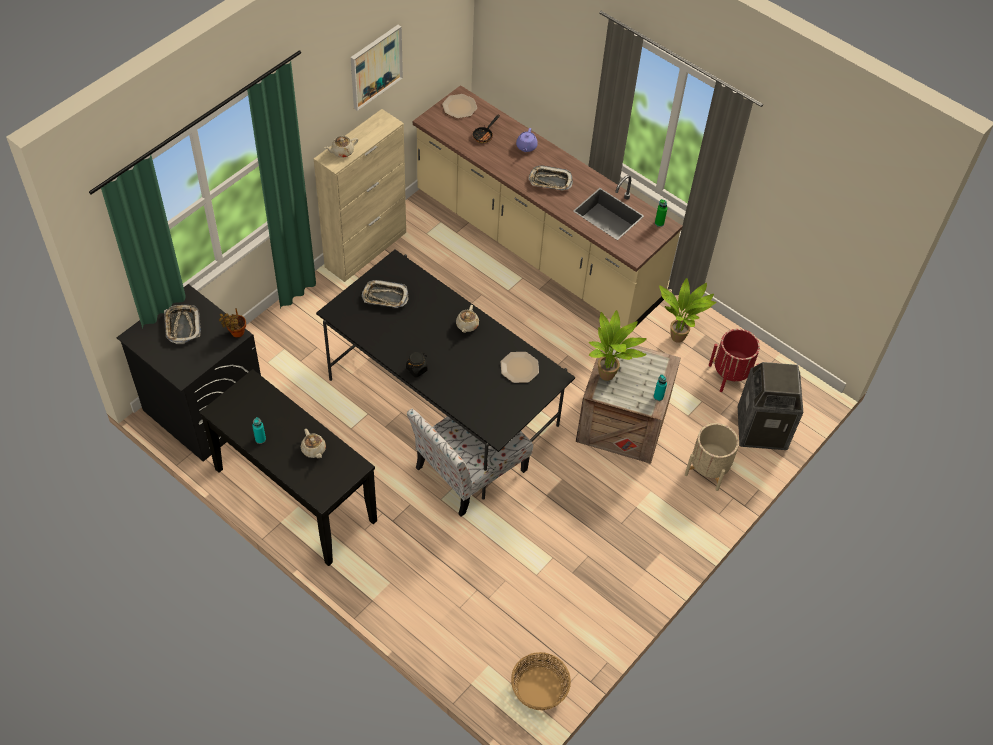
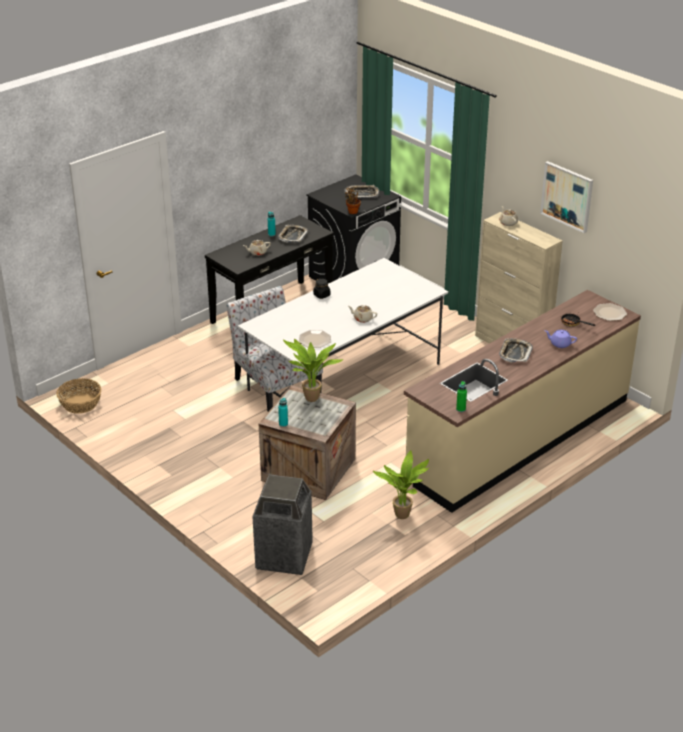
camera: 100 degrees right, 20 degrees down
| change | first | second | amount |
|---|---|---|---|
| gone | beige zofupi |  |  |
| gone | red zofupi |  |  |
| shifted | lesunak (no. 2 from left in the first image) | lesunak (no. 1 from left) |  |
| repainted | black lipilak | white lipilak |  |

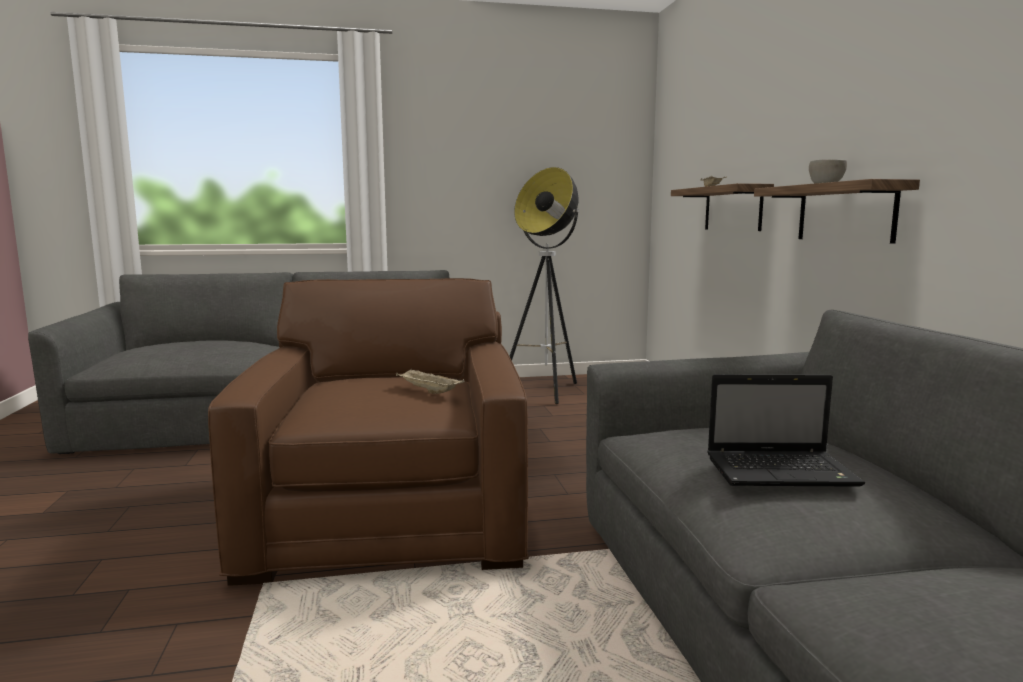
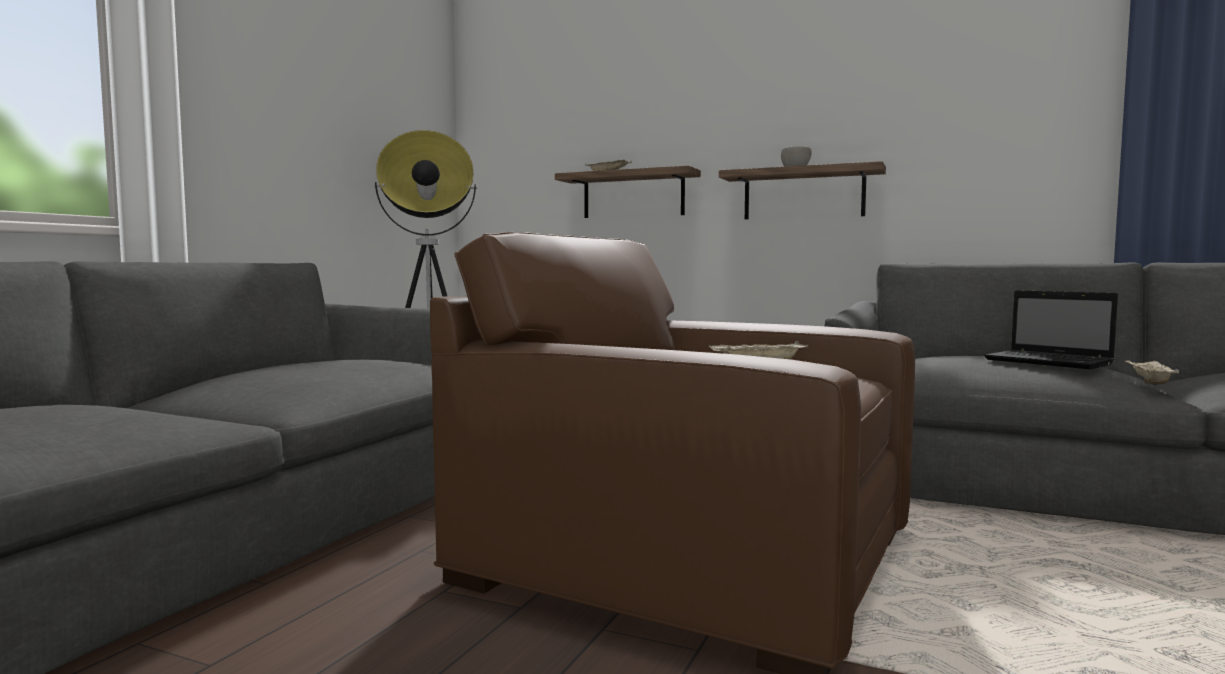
camera: 55 degrees left, 5 degrees down
| change | first | second | amount |
|---|---|---|---|
| new |  | beige lesunak (no. 3 from left) |  |
| rotated | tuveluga |  | 105 degrees clockwise |

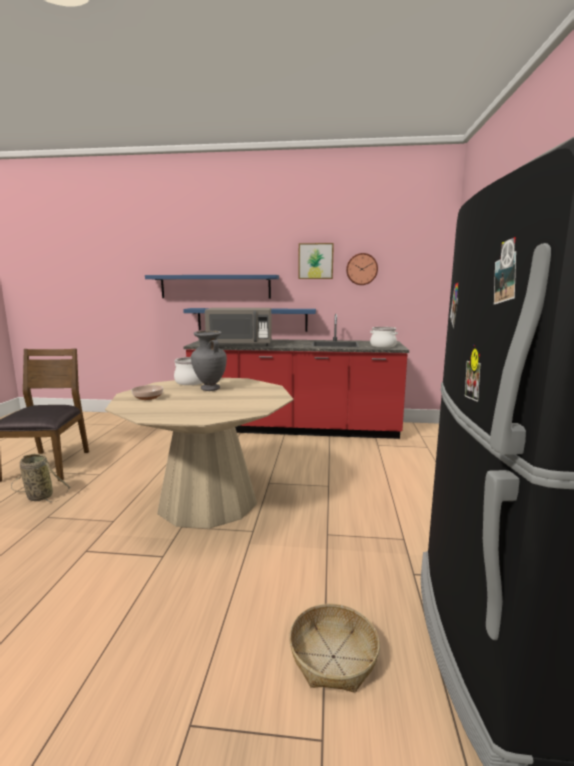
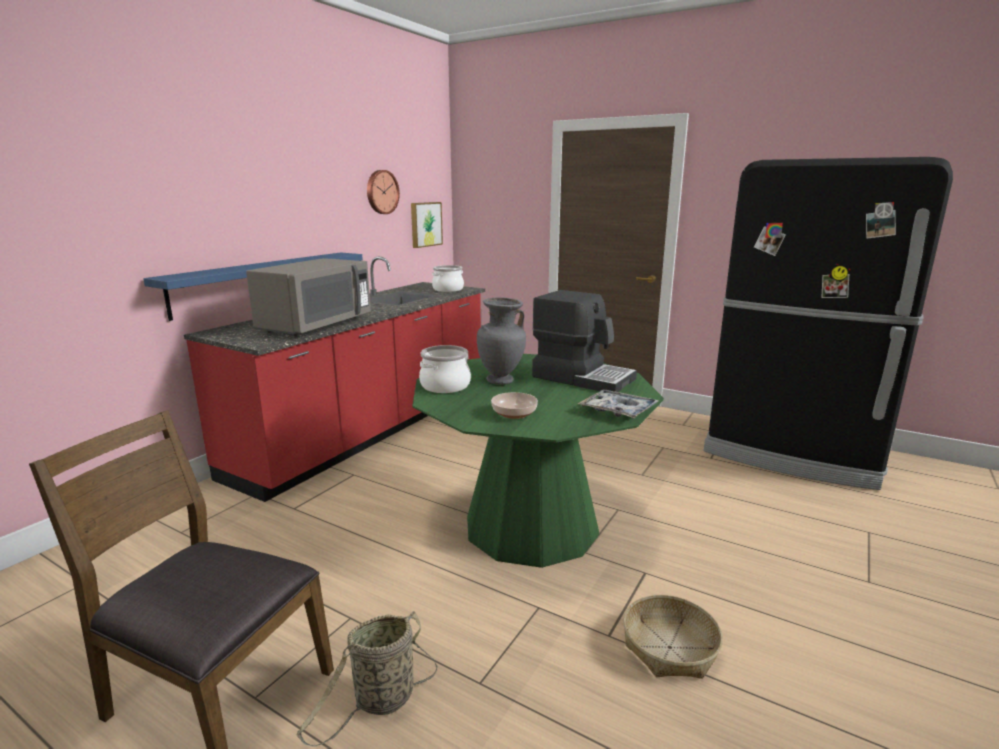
camera: 65 degrees left, 5 degrees up
| change | first | second | amount |
|---|---|---|---|
| gone | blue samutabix (no. 1 from left) |  |  |
| new |  | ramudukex |  |
| new |  | lesunak |  |
| shifted | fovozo (no. 2 from left) |  |  |
| shifted | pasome |  |  |
| repainted | beige lipilak | green lipilak |  |

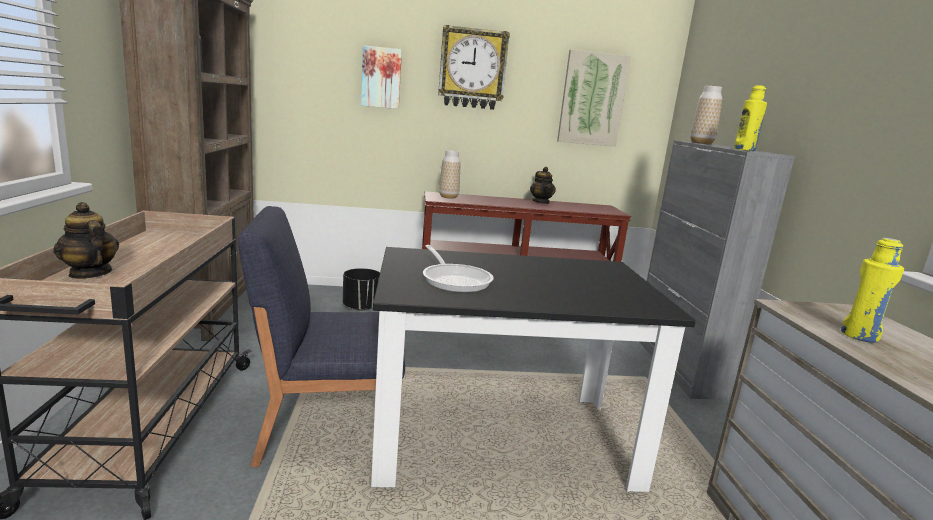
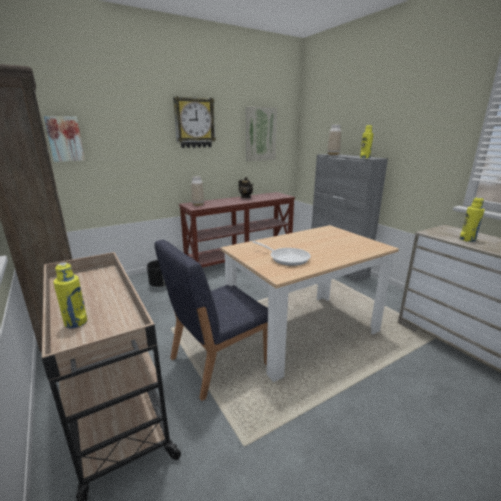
camera: 25 degrees left, 5 degrees up
| change | first | second | amount |
|---|---|---|---|
| shifted | pasome (no. 1 from left) |  |  |
| swapped | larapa (no. 1 from left) | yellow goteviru (no. 1 from left) |  |
| repainted | black lipilak | beige lipilak |  |

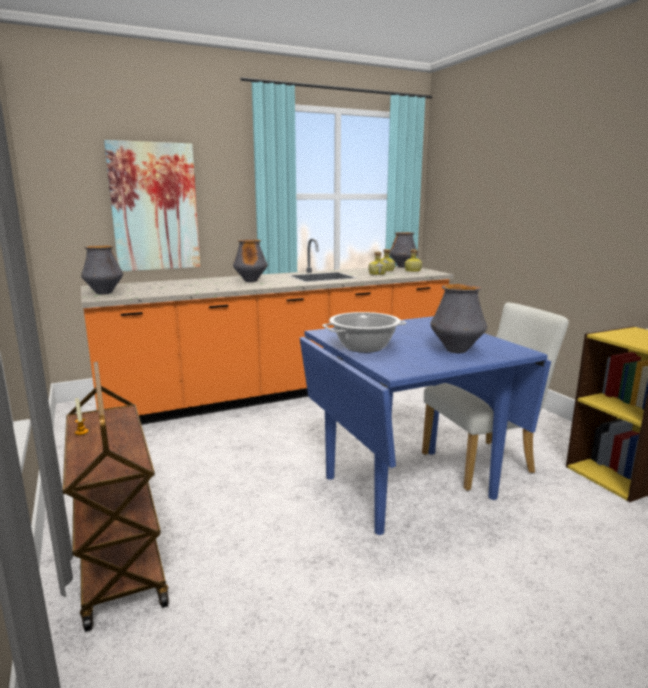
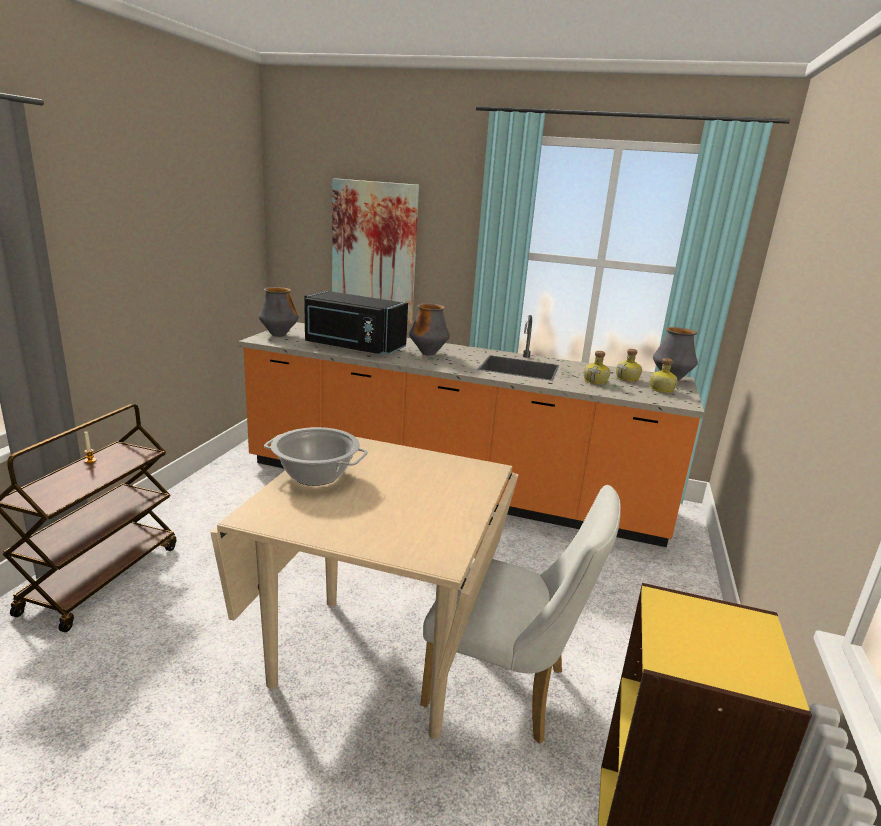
camera: 40 degrees right, 5 degrees up
| change | first | second | amount |
|---|---|---|---|
| gone | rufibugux (no. 4 from left) |  |  |
| new |  | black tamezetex |  |
| repainted | blue lipilak | beige lipilak |  |

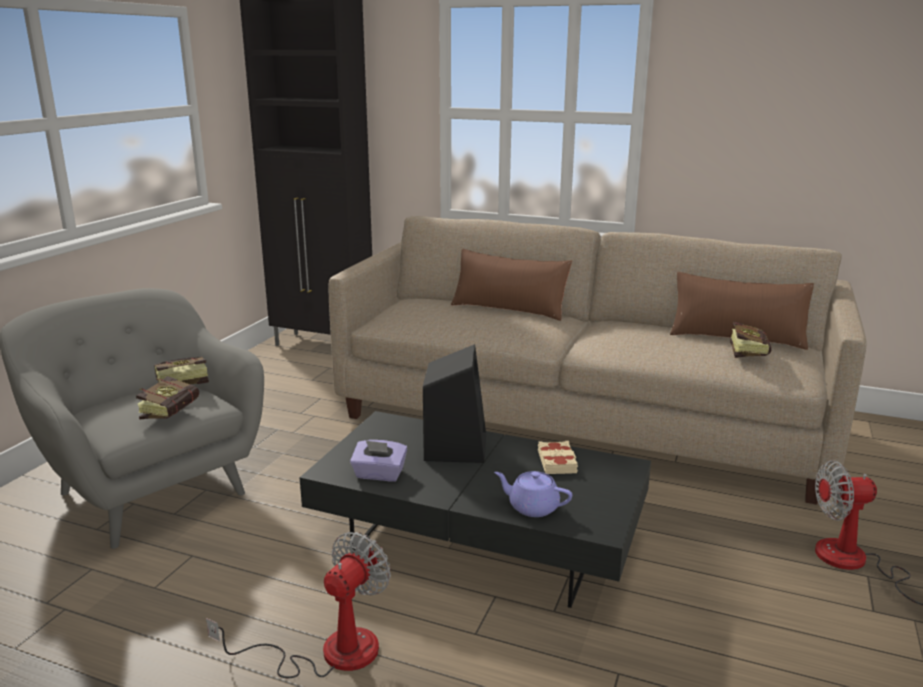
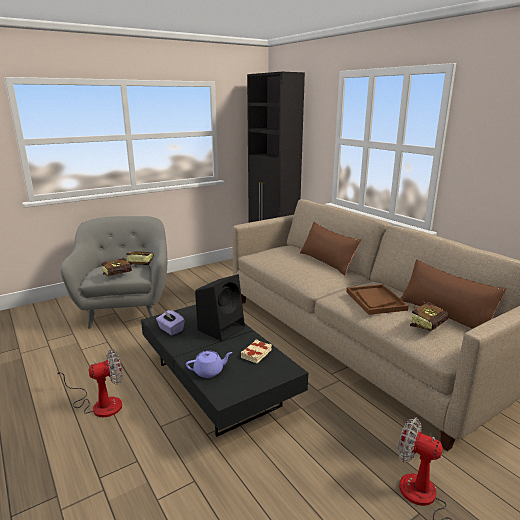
camera: 35 degrees right, 0 degrees up
| change | first | second | amount |
|---|---|---|---|
| new |  | brown lesunak |  |
| rotated | purple larapa |  | 105 degrees clockwise |

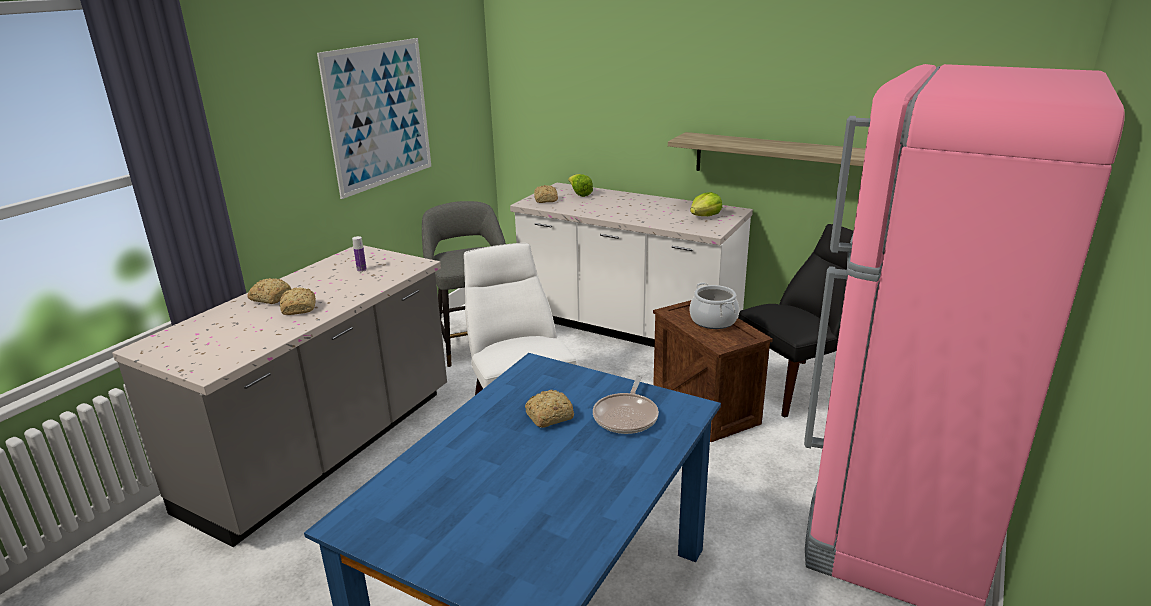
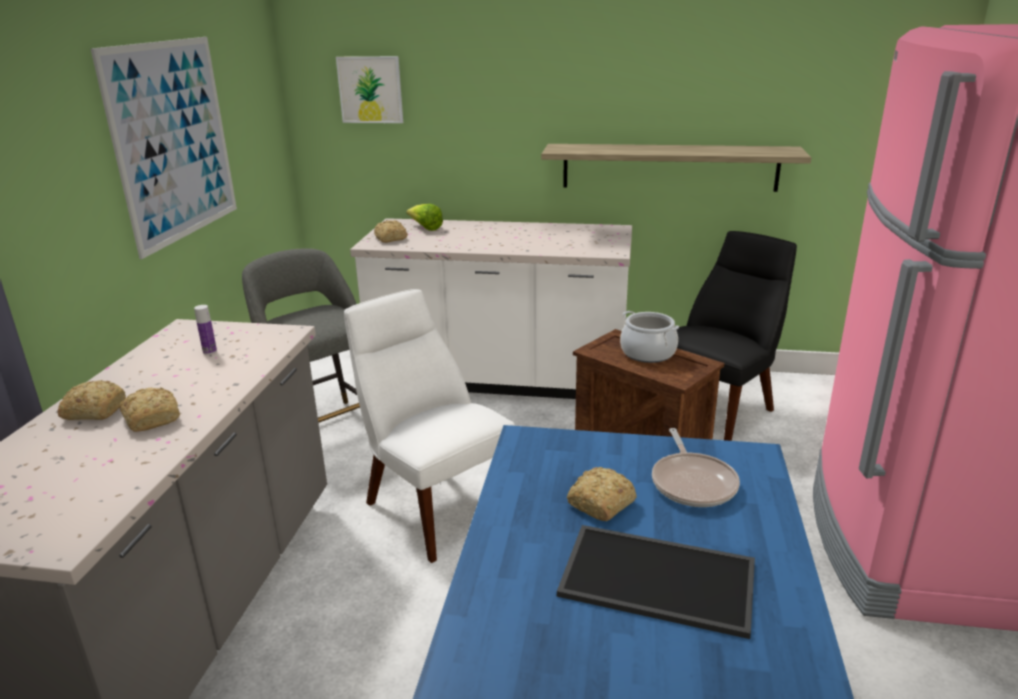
camera: 20 degrees left, 0 degrees up
| change | first | second | amount |
|---|---|---|---|
| gone | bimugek (no. 2 from left) |  |  |
| new |  | pasome (no. 2 from left) |  |
| new |  | lesunak |  |

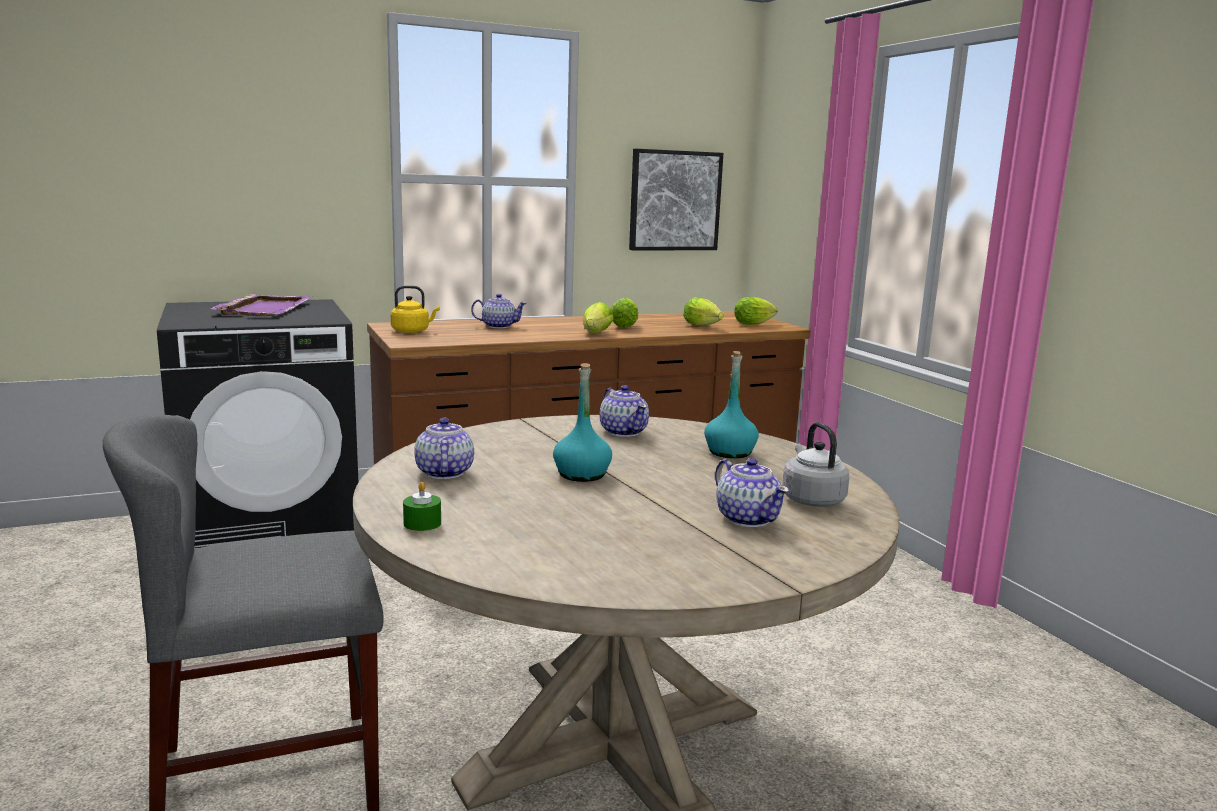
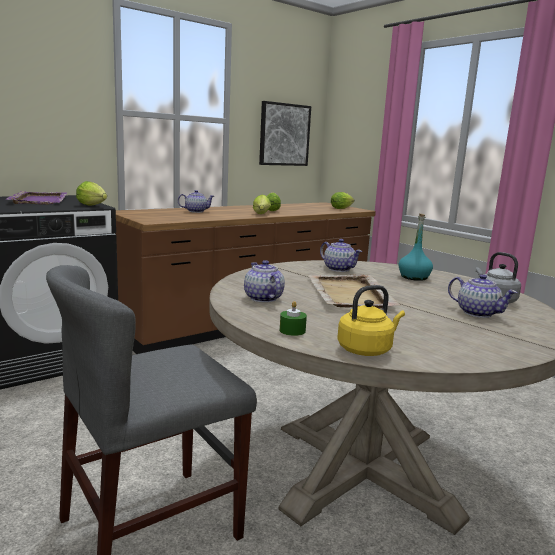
camera: 15 degrees left, 0 degrees up
| change | first | second | amount |
|---|---|---|---|
| shifted | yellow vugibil |  |  |
| shifted | bimugek (no. 3 from left in the first image) | bimugek (no. 1 from left) |  |
| swapped | turquoise goteviru (no. 1 from left) | beige lesunak |  |

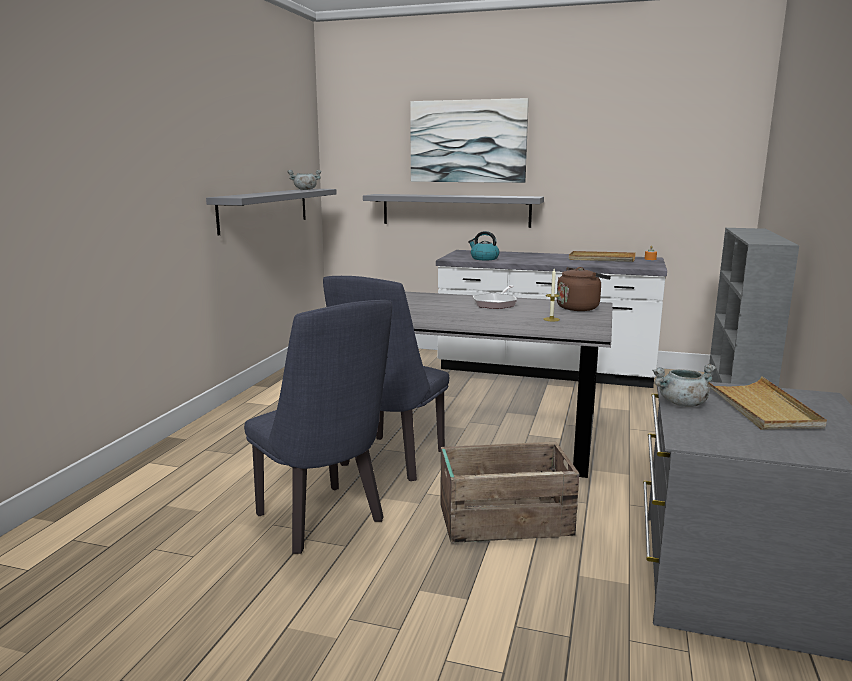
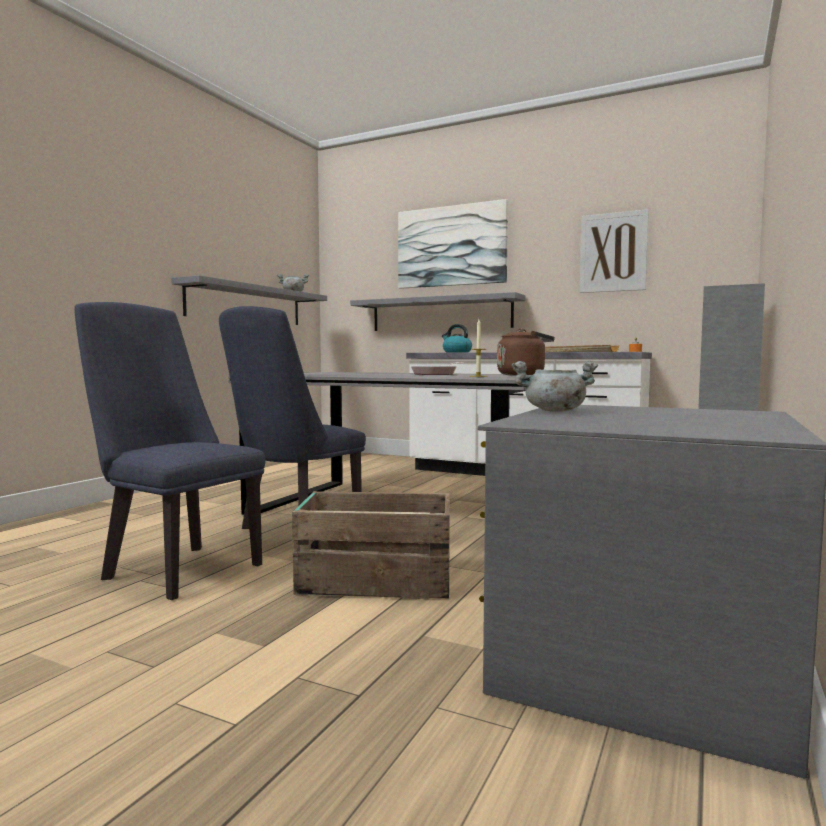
camera: 10 degrees right, 10 degrees down
| change | first | second | amount |
|---|---|---|---|
| gone | beige lesunak (no. 2 from left) |  |  |
| new |  | pasome (no. 2 from left) |  |
| rotated | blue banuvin (no. 1 from left) |  | 150 degrees clockwise |

